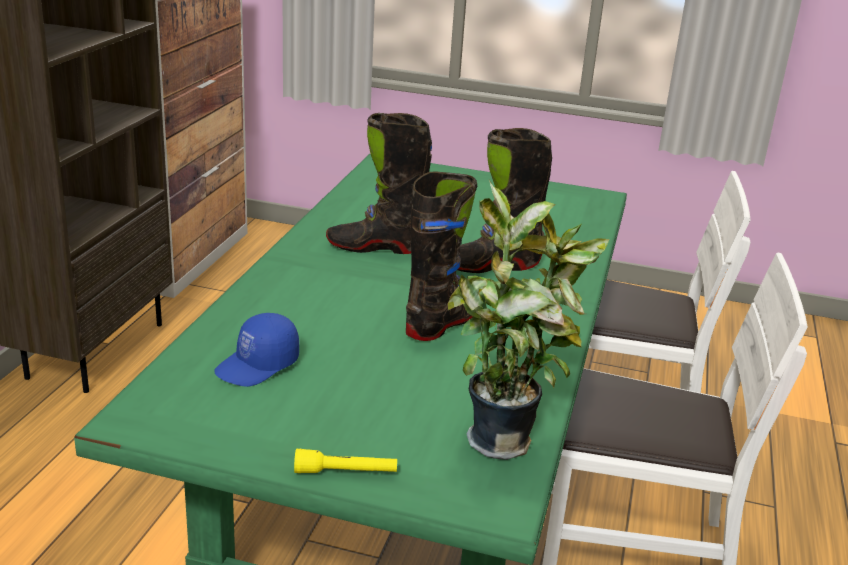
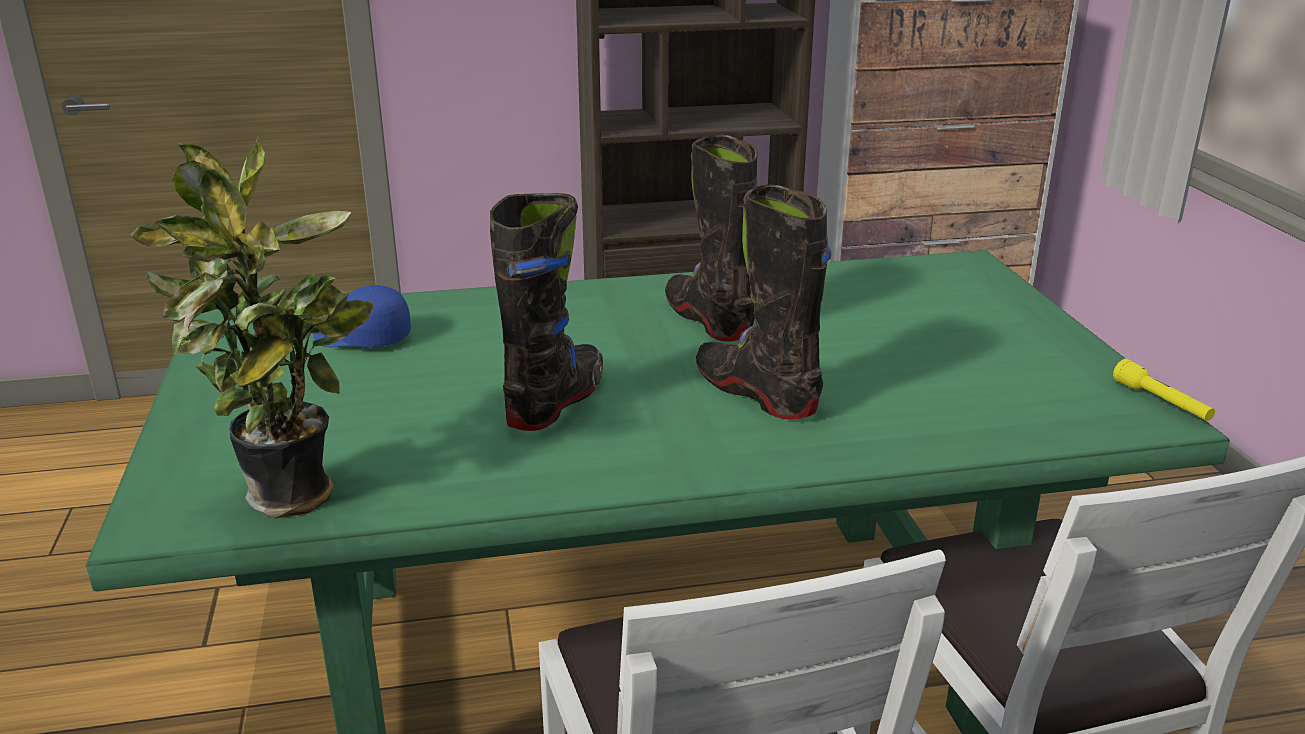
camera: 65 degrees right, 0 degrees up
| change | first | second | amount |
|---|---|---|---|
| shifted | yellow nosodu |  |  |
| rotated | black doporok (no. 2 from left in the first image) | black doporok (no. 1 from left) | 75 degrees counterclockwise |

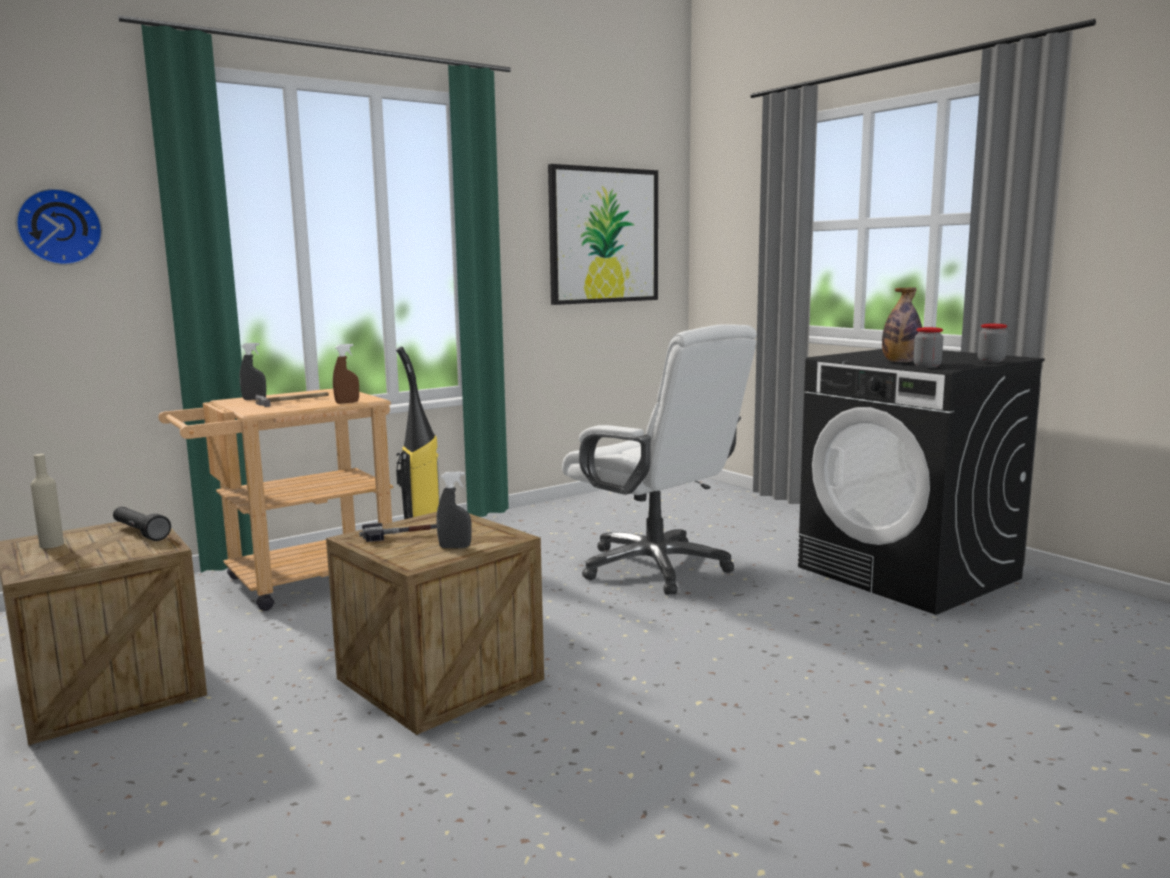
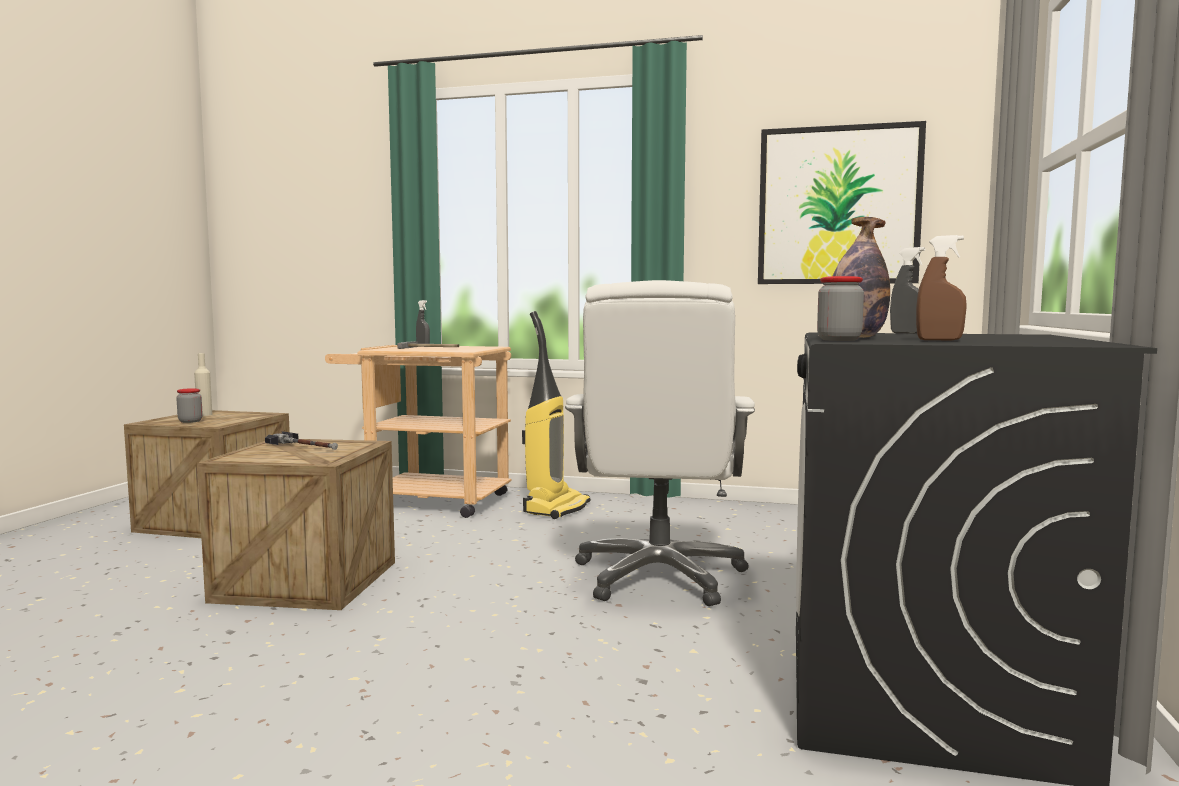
camera: 50 degrees right, 5 degrees down
| change | first | second | amount |
|---|---|---|---|
| gone | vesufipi |  |  |
| gone | black nosodu |  |  |
| shifted | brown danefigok |  |  |
| shifted | grey danefigok (no. 2 from left) |  |  |
| shifted | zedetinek (no. 2 from left in the first image) | zedetinek (no. 1 from left) |  |

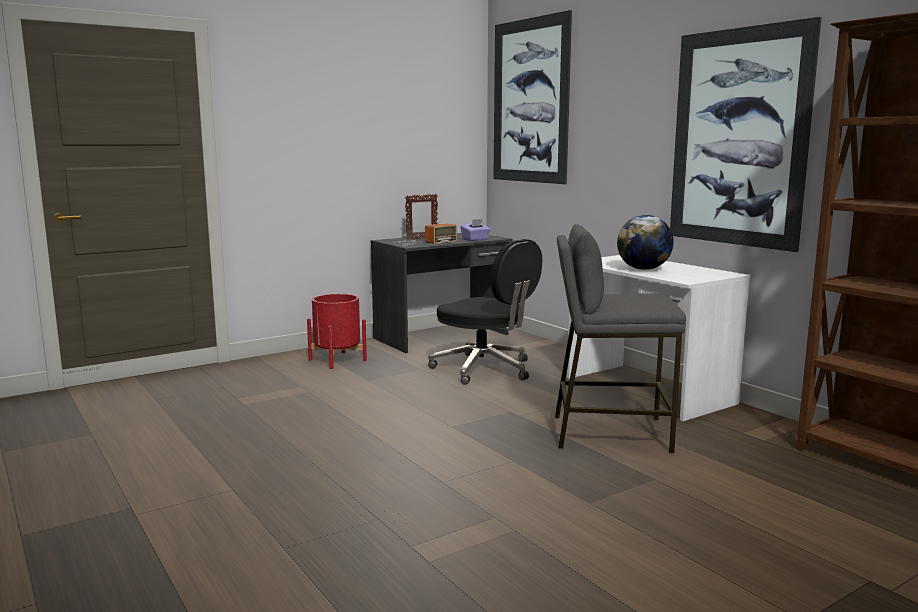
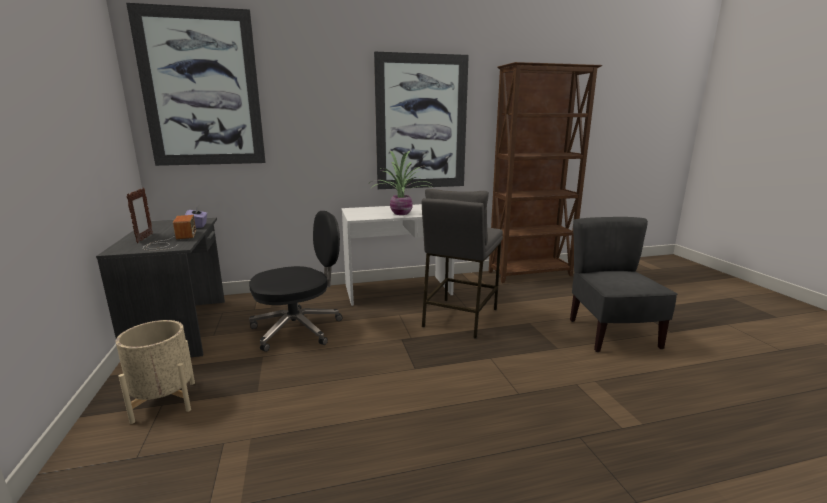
camera: 70 degrees left, 5 degrees up
| change | first | second | amount |
|---|---|---|---|
| new |  | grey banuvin |  |
| swapped | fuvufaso | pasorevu |  |
| repainted | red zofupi | beige zofupi |  |

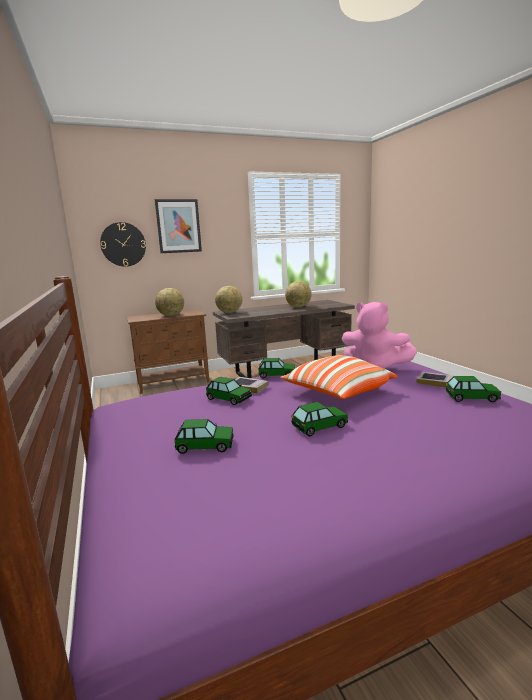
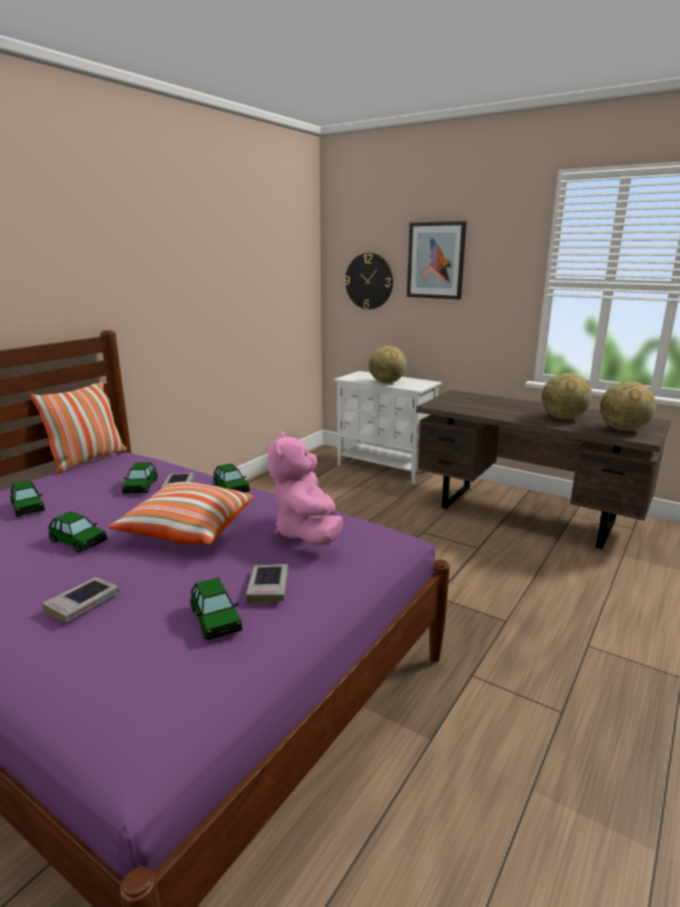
camera: 55 degrees right, 5 degrees up
| change | first | second | amount |
|---|---|---|---|
| new |  | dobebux (no. 1 from left) |  |
| new |  | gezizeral (no. 1 from left) |  |
| shifted | fuvufaso (no. 2 from left in the first image) | fuvufaso (no. 3 from left) |  |
| repainted | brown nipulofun | white nipulofun |  |

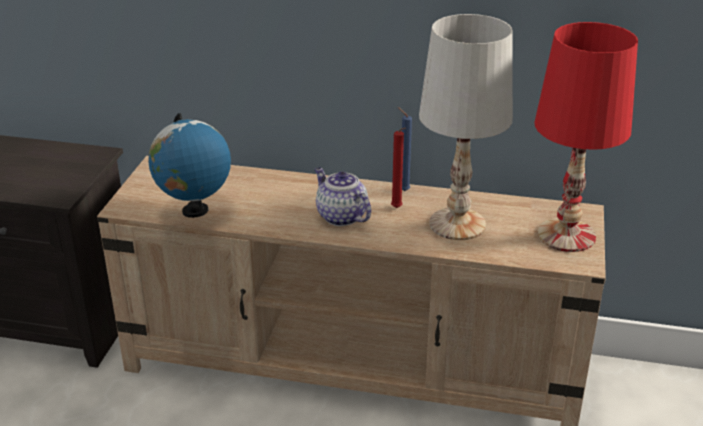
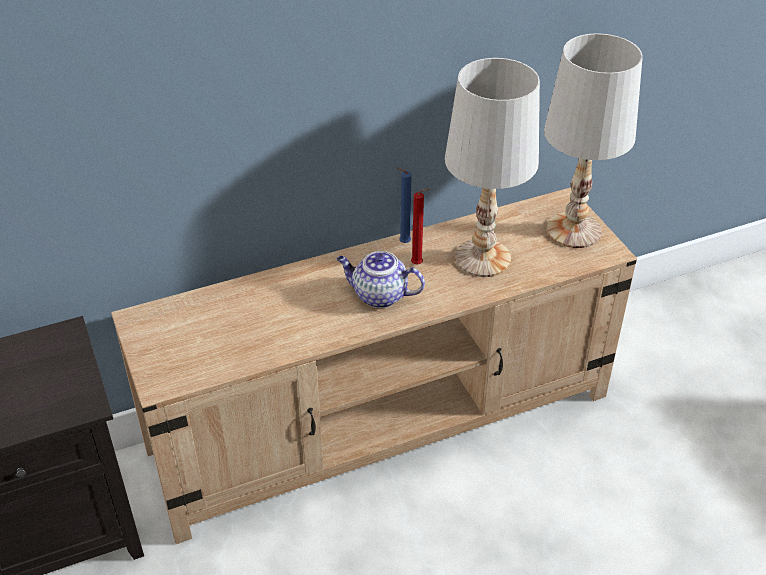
camera: 35 degrees left, 10 degrees up
| change | first | second | amount |
|---|---|---|---|
| gone | fuvufaso |  |  |
| repainted | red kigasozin | white kigasozin (no. 2 from left) |  |

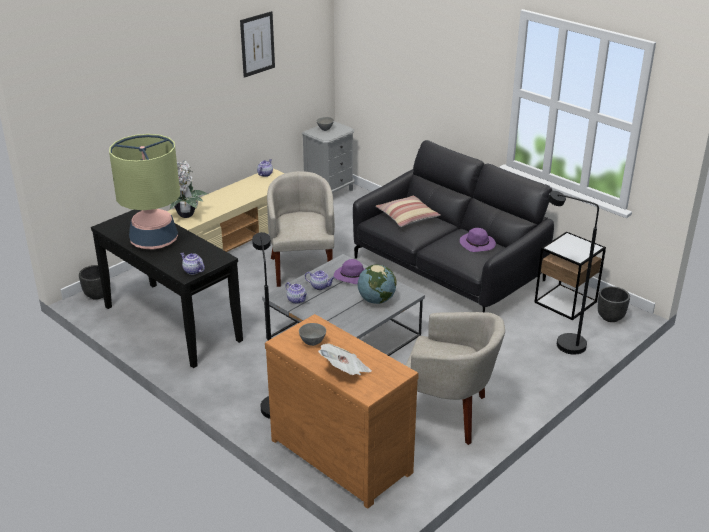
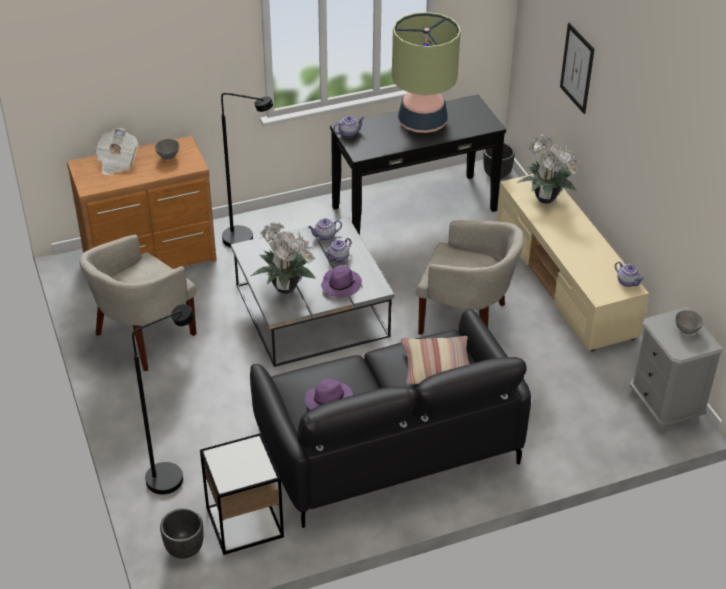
camera: 115 degrees right, 10 degrees up
| change | first | second | amount |
|---|---|---|---|
| shifted | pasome |  |  |
| swapped | fuvufaso | pasorevu (no. 1 from left) |  |

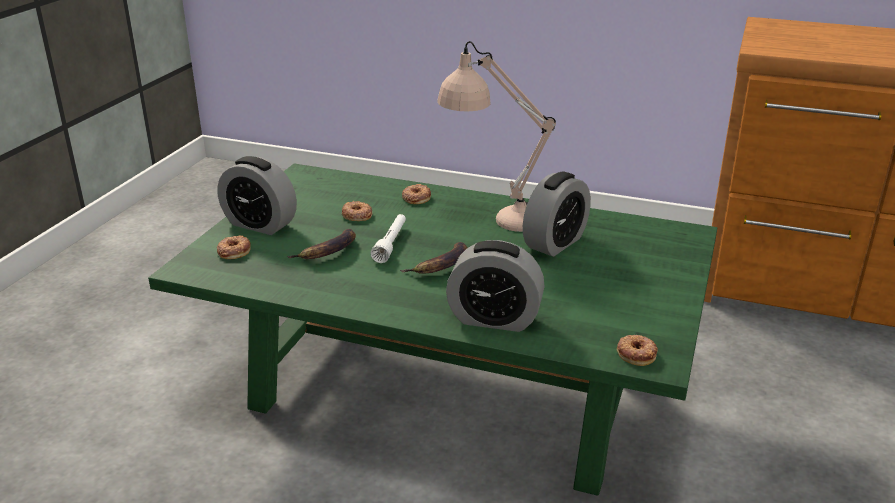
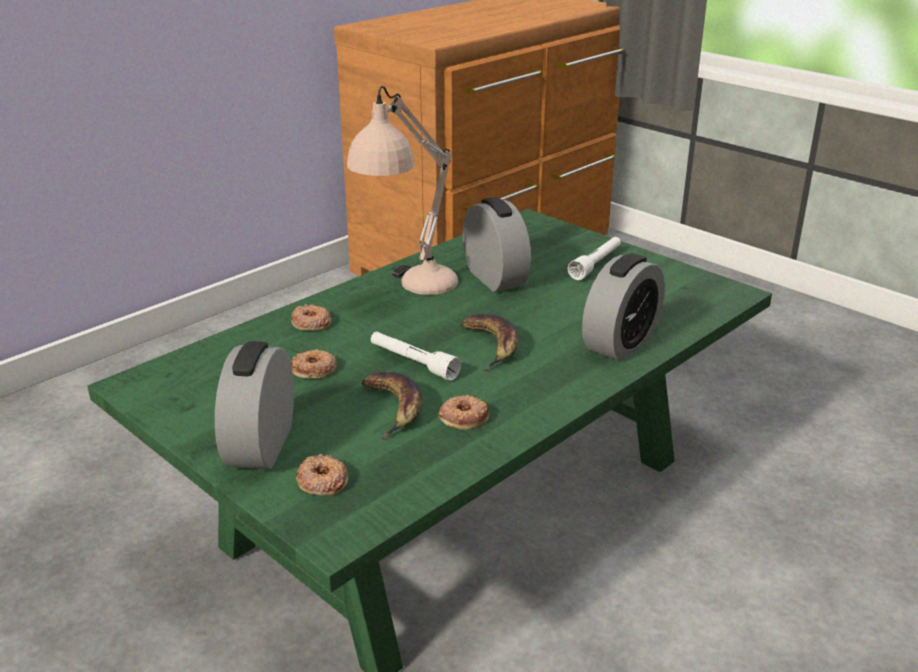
camera: 65 degrees left, 0 degrees up
| change | first | second | amount |
|---|---|---|---|
| new |  | white nosodu (no. 2 from left) |  |
| shifted | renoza (no. 4 from left) |  |  |
| rotated | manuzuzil (no. 1 from left) |  | 135 degrees clockwise |

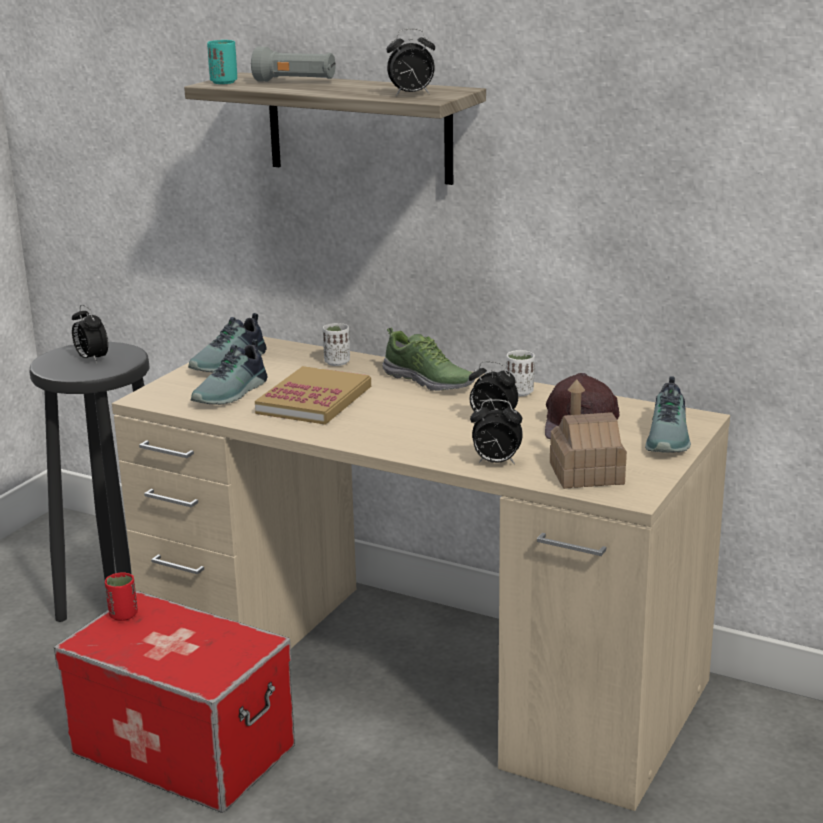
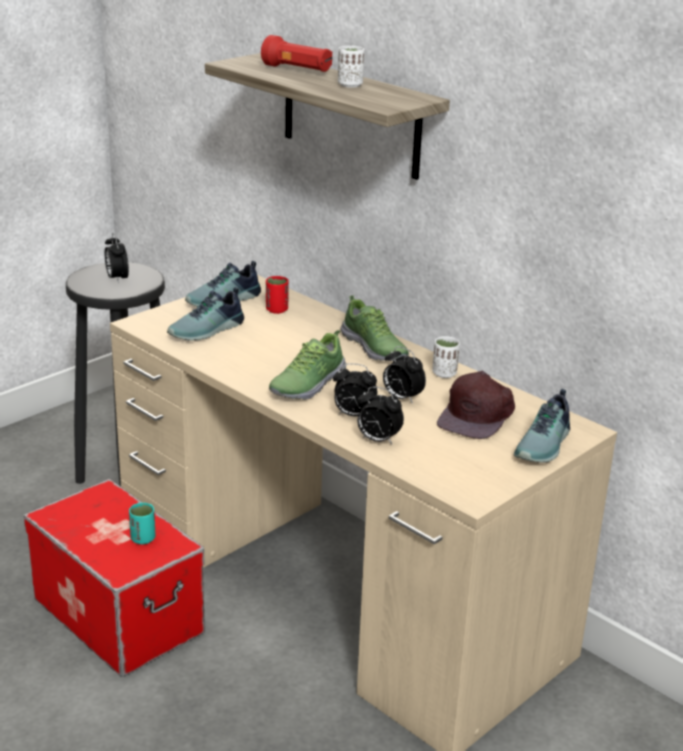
camera: 15 degrees right, 5 degrees up
| change | first | second | amount |
|---|---|---|---|
| gone | gezizeral |  |  |
| gone | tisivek |  |  |
| new |  | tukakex (no. 3 from left) |  |
| shifted | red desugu |  |  |
| shifted | turquoise desugu |  |  |
| shifted | white desugu (no. 1 from left) |  |  |
| shifted | manuzuzil (no. 2 from left) |  |  |
| repainted | grey nosodu | red nosodu |  |

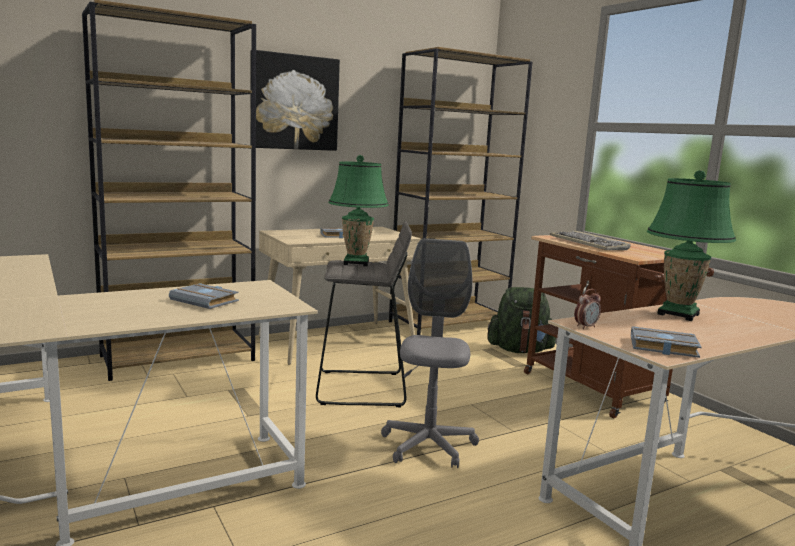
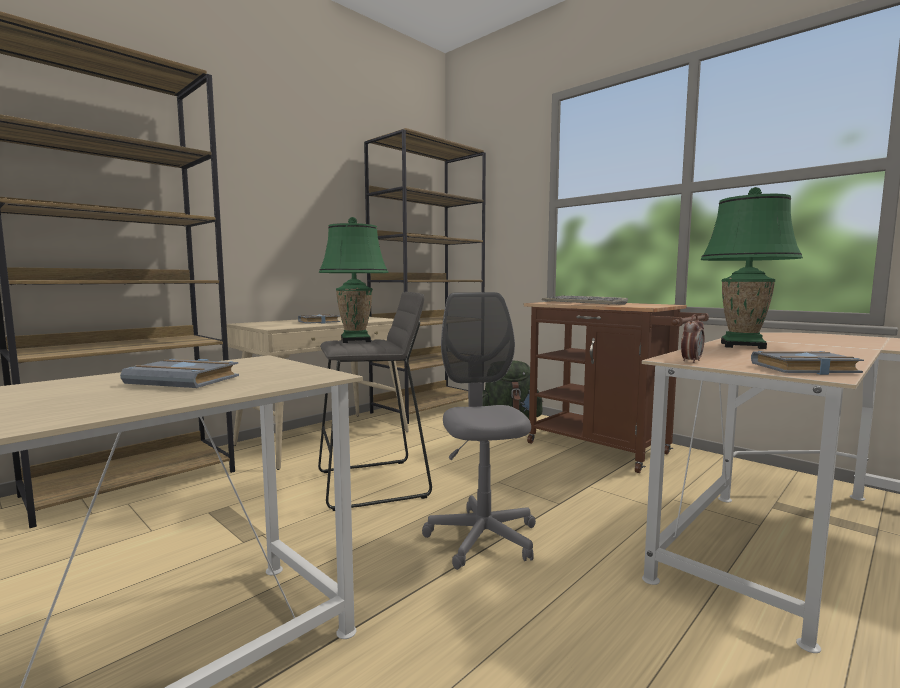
camera: 15 degrees left, 5 degrees down
| change | first | second | amount |
|---|---|---|---|
| gone | pasome |  |  |

